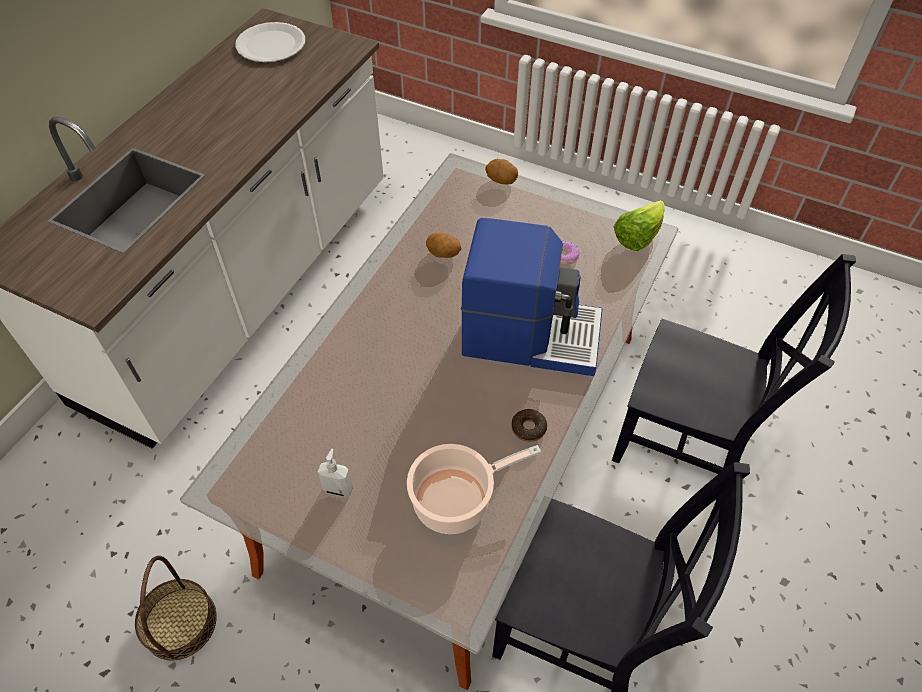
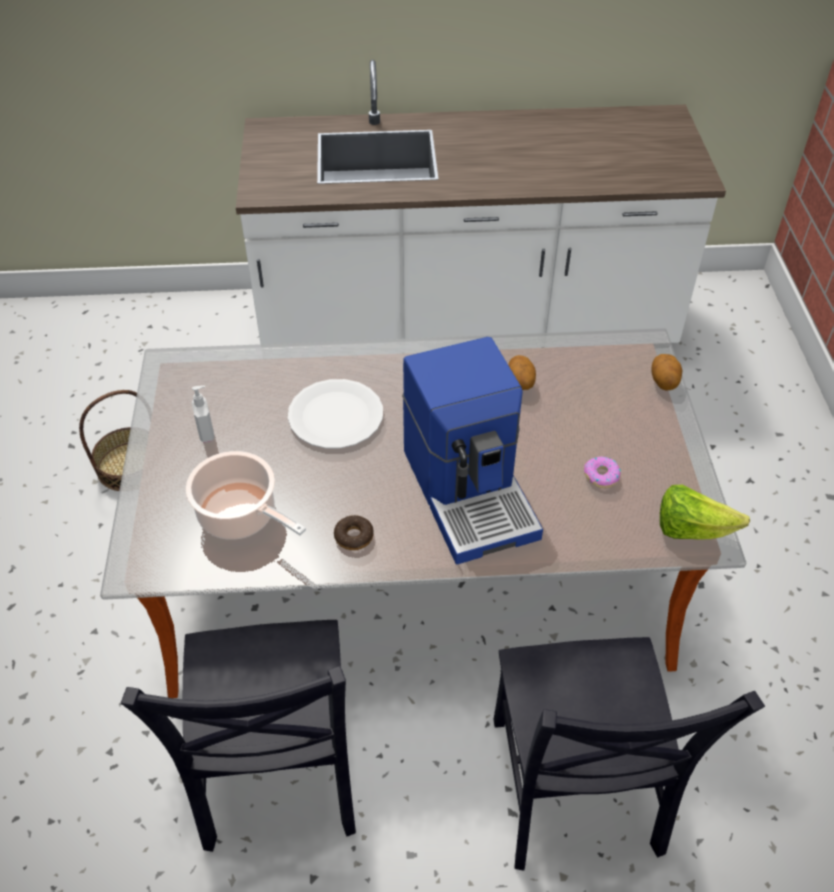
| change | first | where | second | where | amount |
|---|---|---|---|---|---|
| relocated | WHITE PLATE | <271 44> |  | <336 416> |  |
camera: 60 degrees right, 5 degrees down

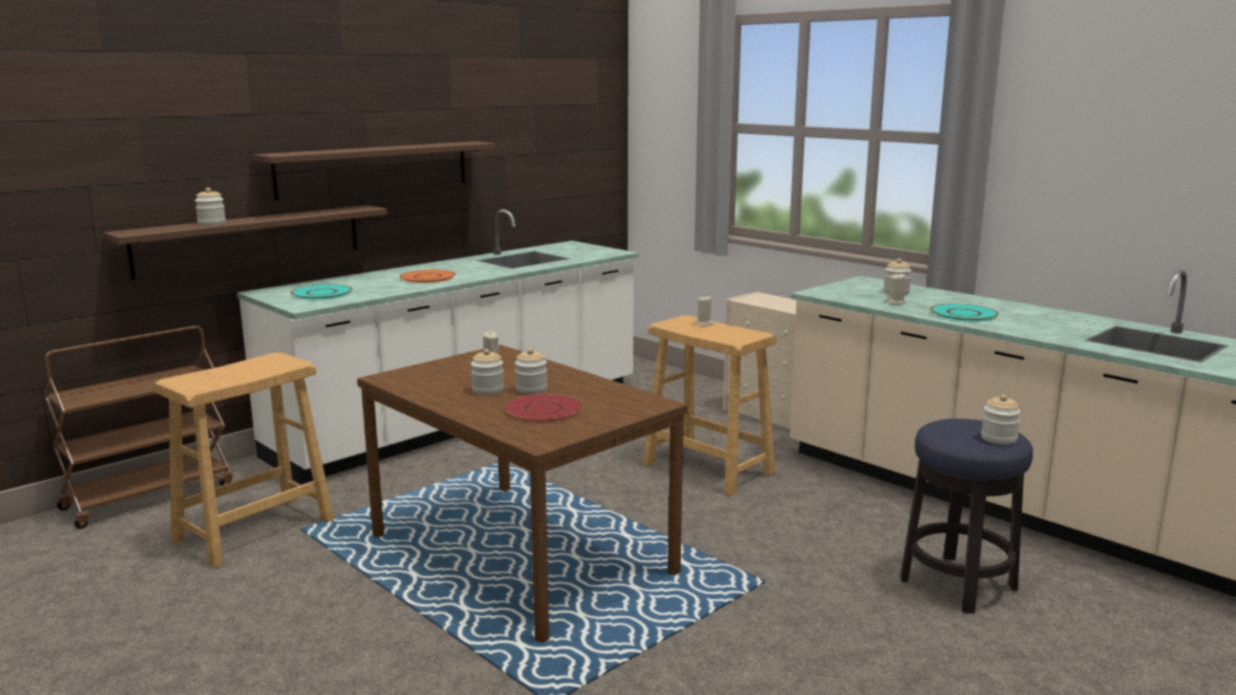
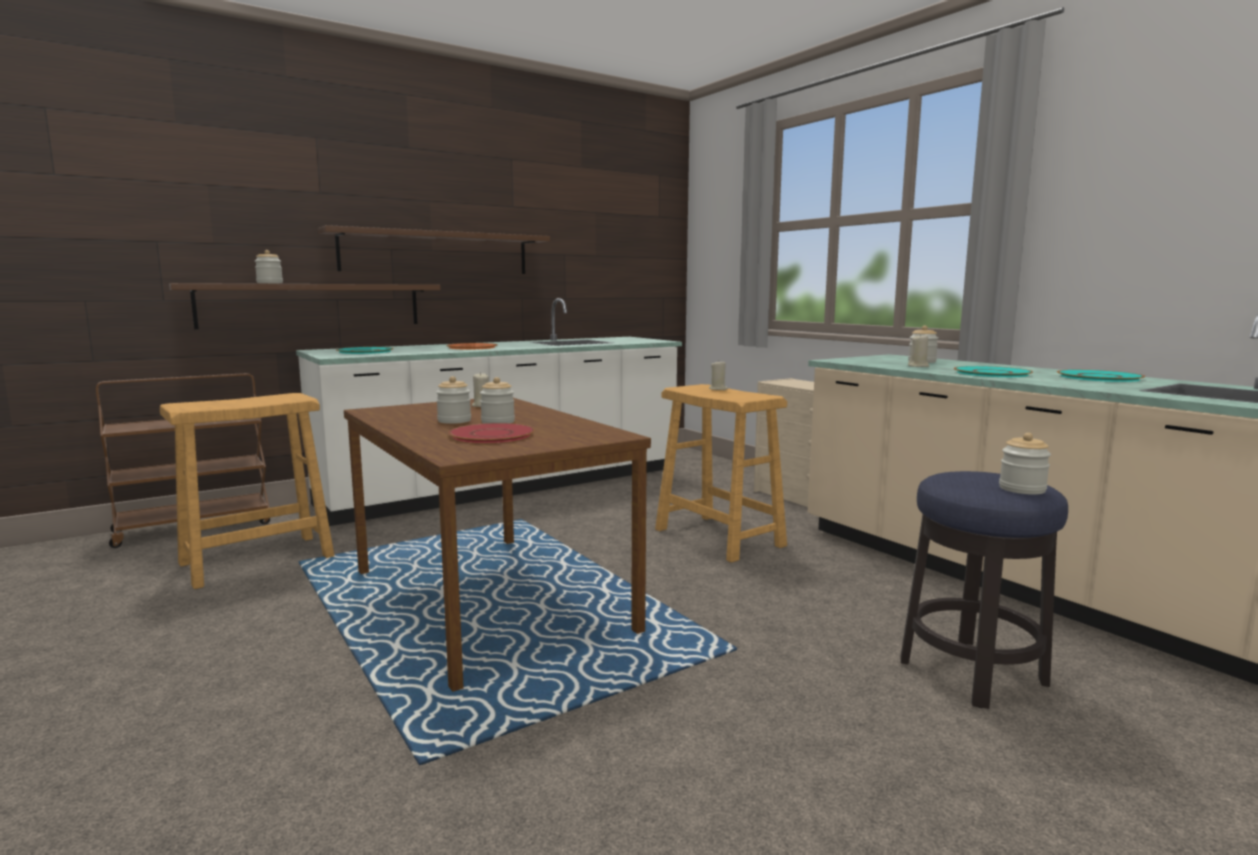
| change | first | where | second | where | amount |
|---|---|---|---|---|---|
| appeared |  |  | BLUE-GREEN PLATE | <1099 377> |  |
camera: 10 degrees right, 5 degrees down

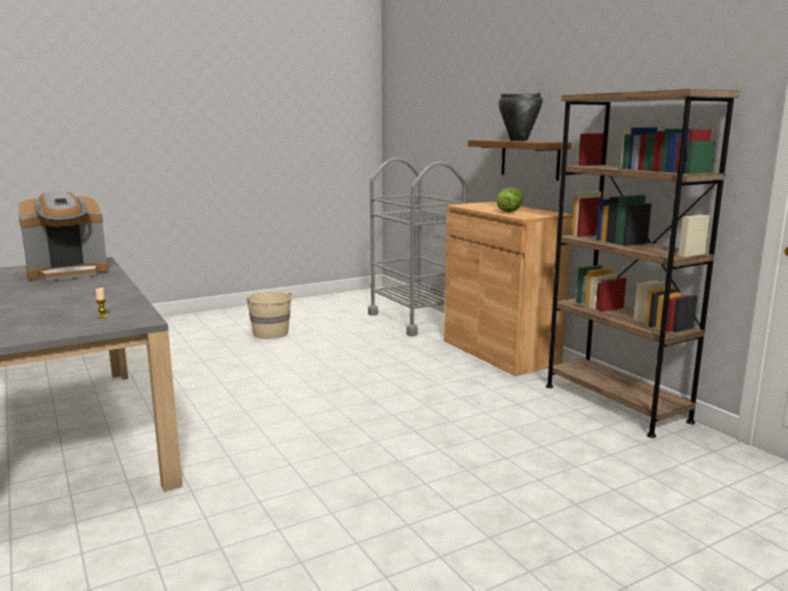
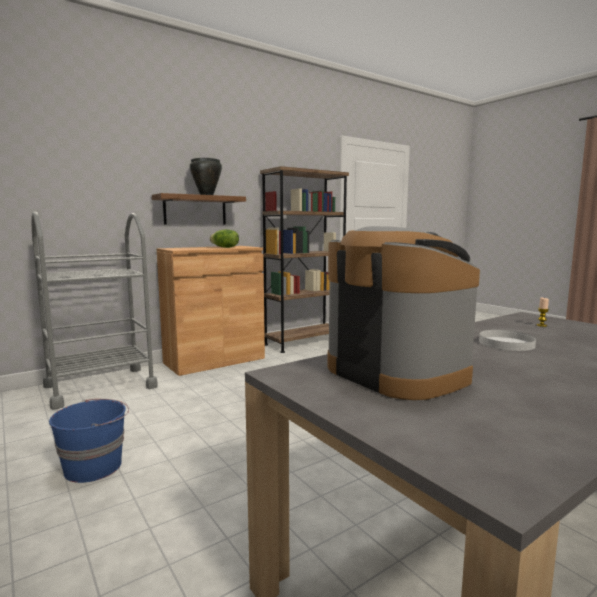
| change | first | where | second | where | amount |
|---|---|---|---|---|---|
| colour | BEIGE-COLOURED BUCKET | <271 333> | BLUE BUCKET | <94 466> |  |
| appeared |  |  | WHITE PLATE | <506 343> |  |
camera: 95 degrees left, 5 degrees down

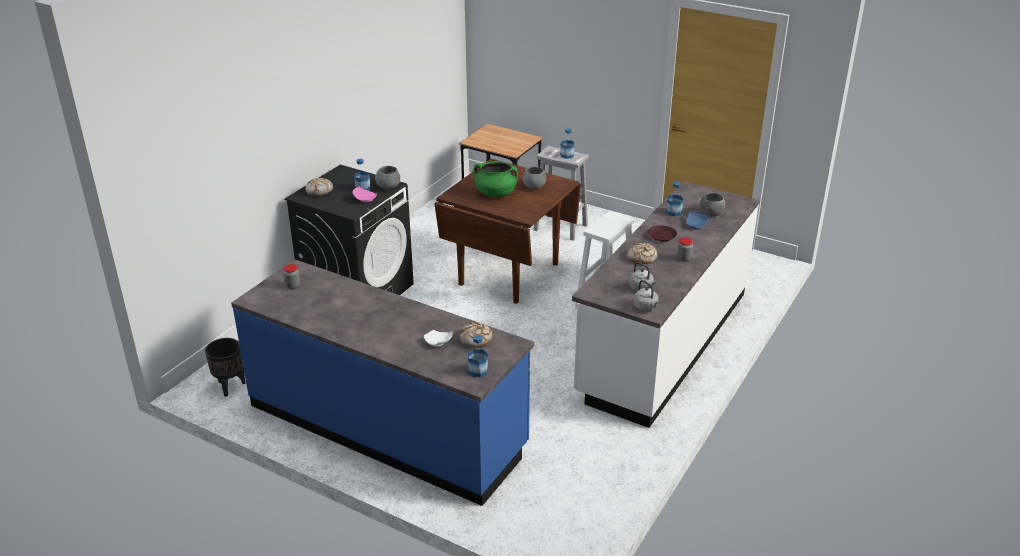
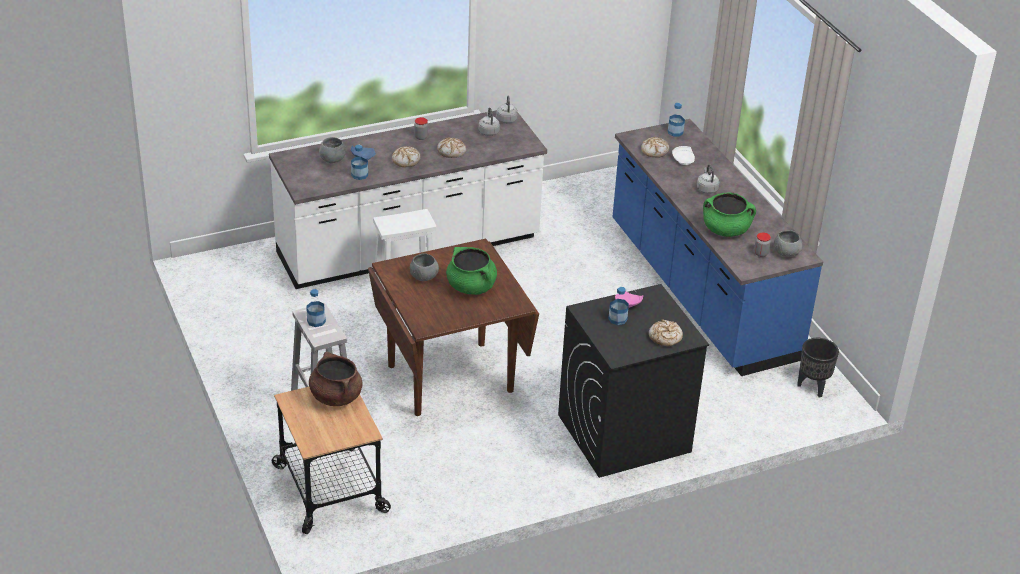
| change | first | where | second | where | amount |
|---|---|---|---|---|---|
| relocated | GRAY BOWL | <388 187> |  | <786 253> |  |
| exchanged | BROWN-COLOURED PLATE | <662 236> | BAKED BREAD | <406 160> |  |
| appeared |  |  | BROWN-COLOURED STOCKPOT | <335 396> |  |
| appeared |  |  | GRAY KETTLE | <706 189> |  |
| appeared |  |  | GREEN STOCKPOT | <726 230> |  |
camera: 145 degrees left, 5 degrees up

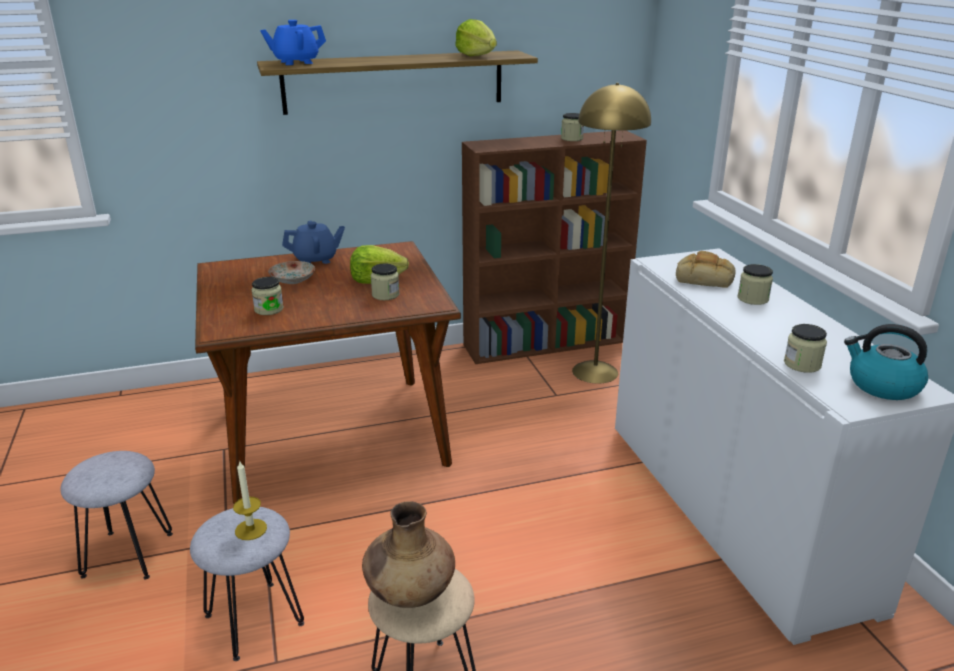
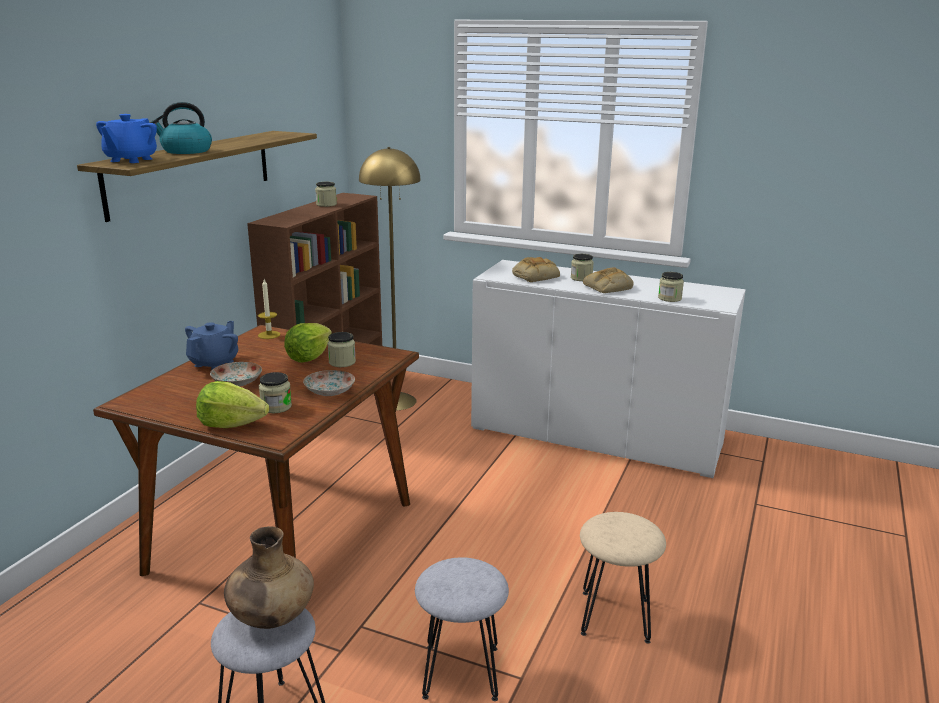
| change | first | where | second | where | amount |
|---|---|---|---|---|---|
| relocated | CANDLE | <251 529> |  | <269 335> |  |
| relocated | BROWN-COLOURED DECORATIVE VASE | <409 592> |  | <271 617> |  |
| relocated | LETTUCE HEAD | <476 56> |  | <231 424> |  |
| relocated | KETTLE | <882 385> |  | <186 151> |  |
| appeared |  |  | PLATE | <330 391> |  |
| appeared |  |  | BAKED BREAD | <607 287> |  |
camera: 50 degrees left, 5 degrees down

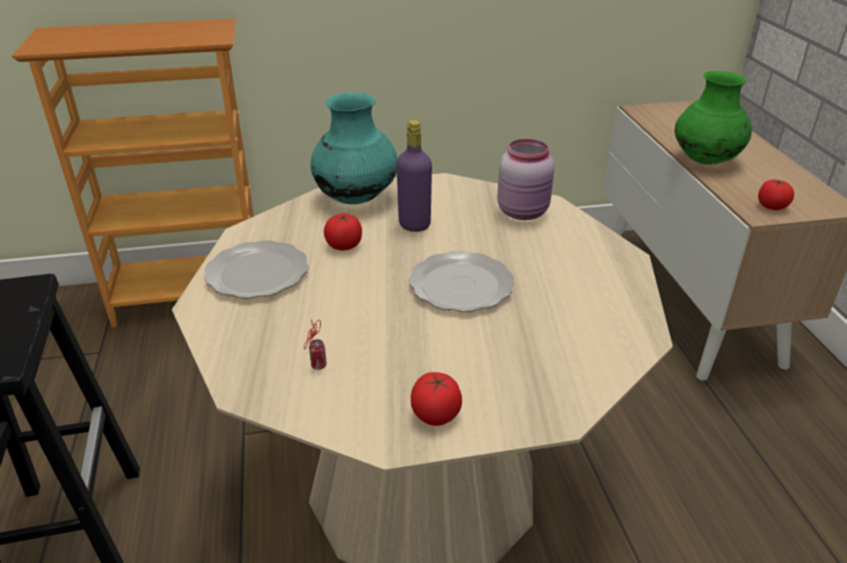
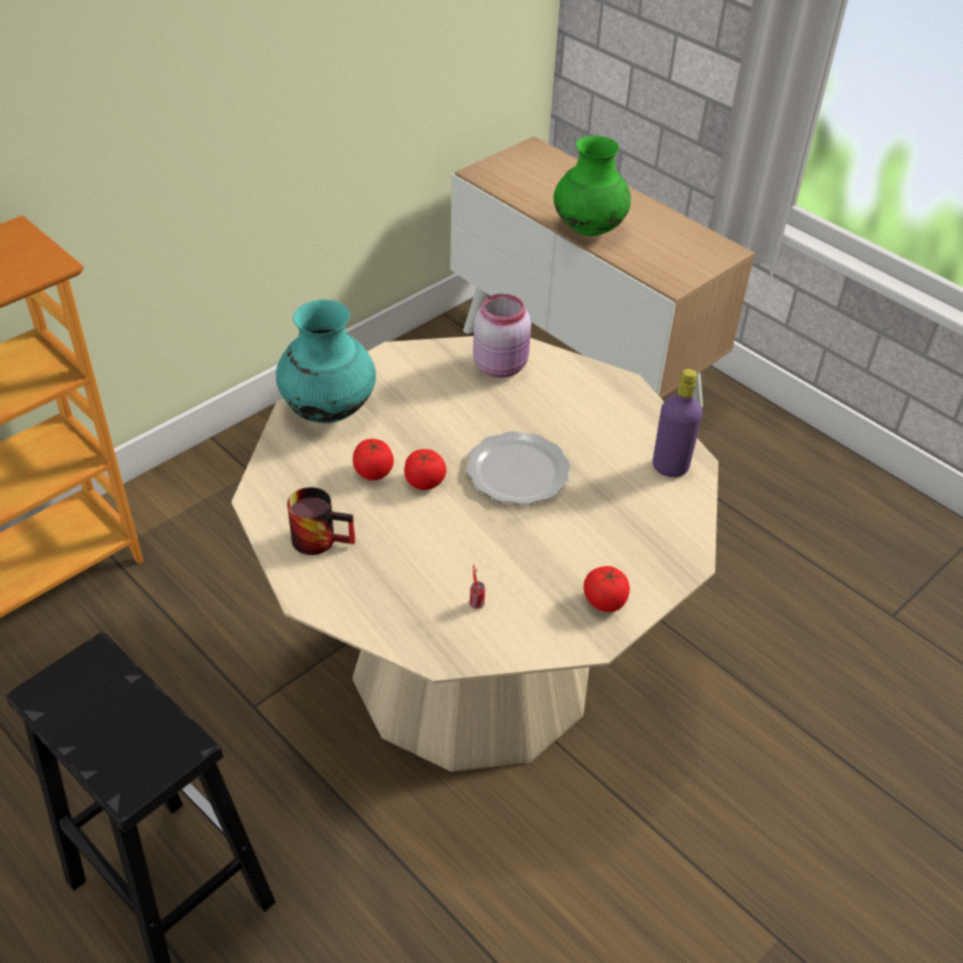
| change | first | where | second | where | amount |
|---|---|---|---|---|---|
| exchanged | PLATE | <257 272> | COFFEE MUG | <322 537> |  |
| relocated | PURPLE BOTTLE | <414 225> |  | <670 467> |  |
| relocated | TOMATO | <771 206> |  | <424 482> |  |
camera: 35 degrees left, 10 degrees up

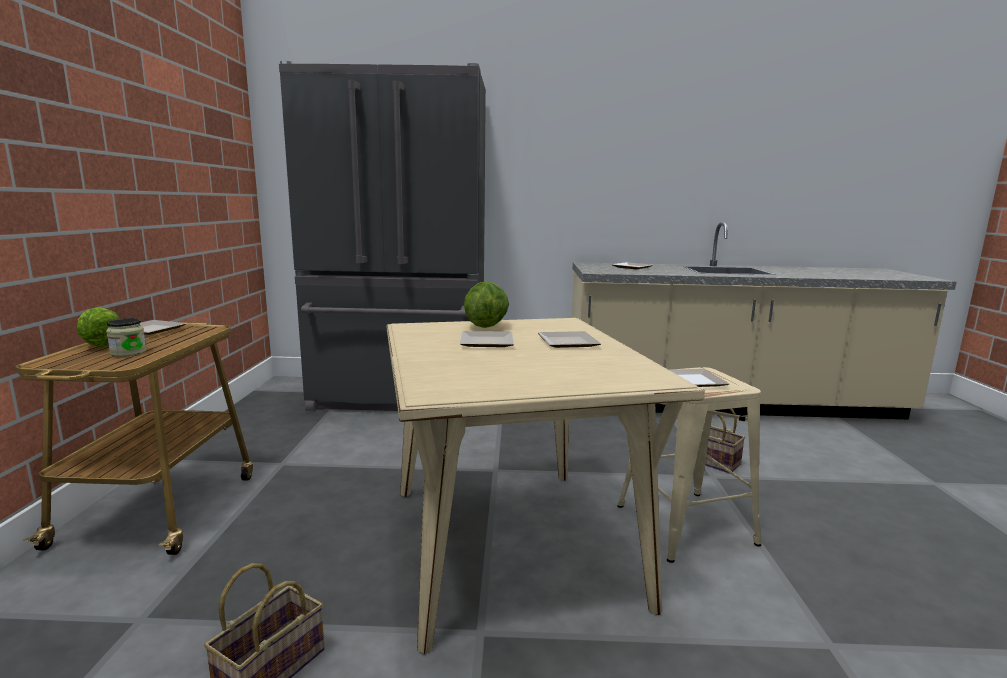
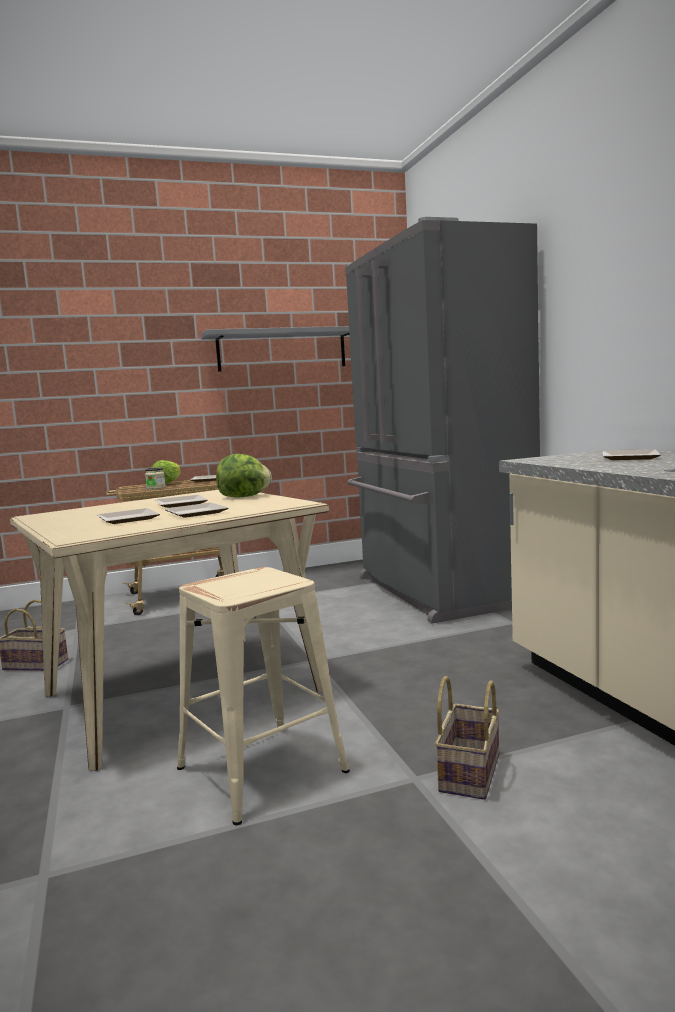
| change | first | where | second | where | amount |
|---|---|---|---|---|---|
| relocated | PLATE | <694 380> |  | <130 519> |  |
| appeared |  |  | GRAY SHELF | <282 350> |  |
camera: 70 degrees right, 5 degrees down

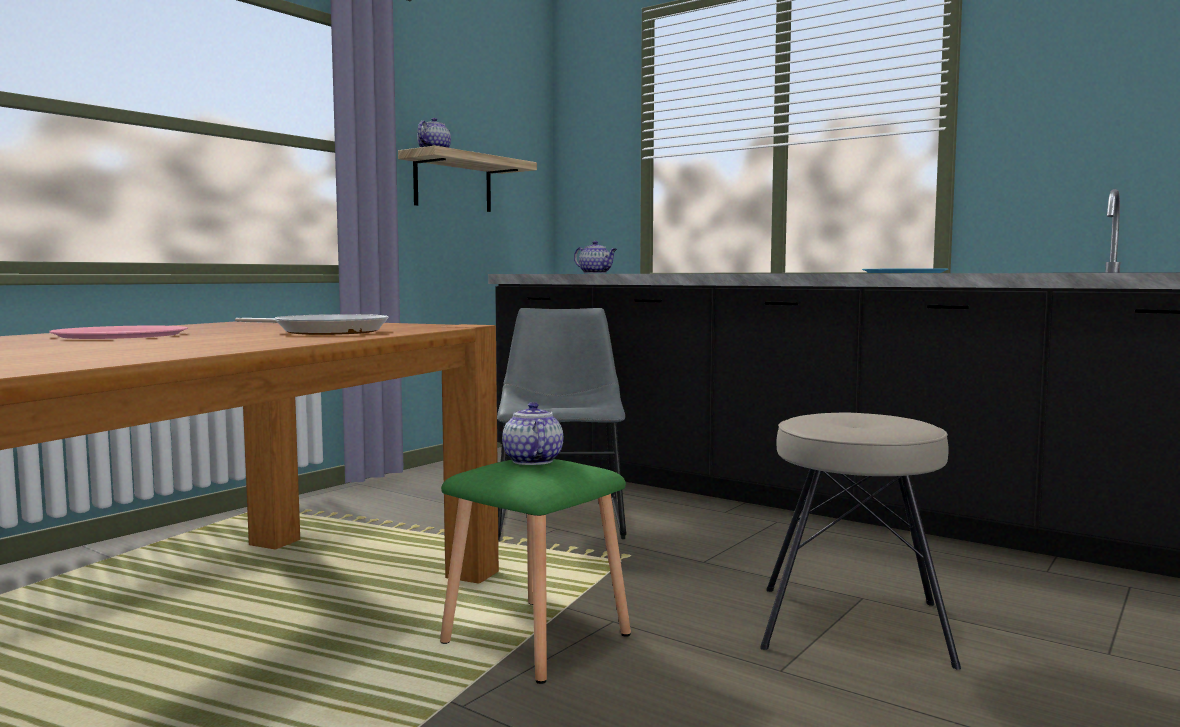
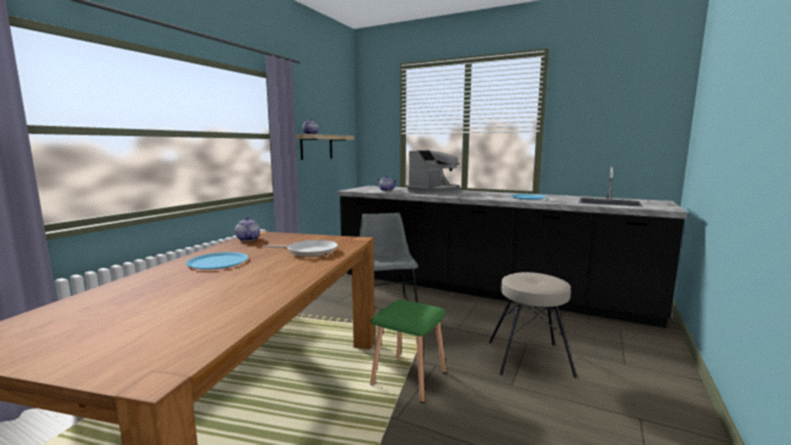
| change | first | where | second | where | amount |
|---|---|---|---|---|---|
| colour | PINK PLATE | <121 335> | BLUE PLATE | <218 262> |  |
| relocated | TEAPOT | <532 460> |  | <247 239> |  |
| appeared |  |  | COFFEE BREWER | <434 191> |  |
camera: 10 degrees left, 5 degrees up

